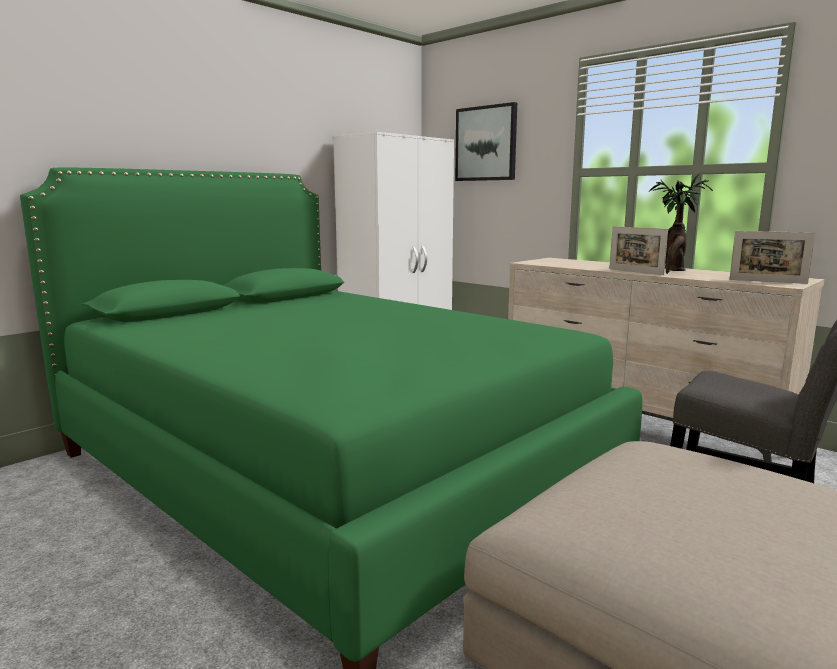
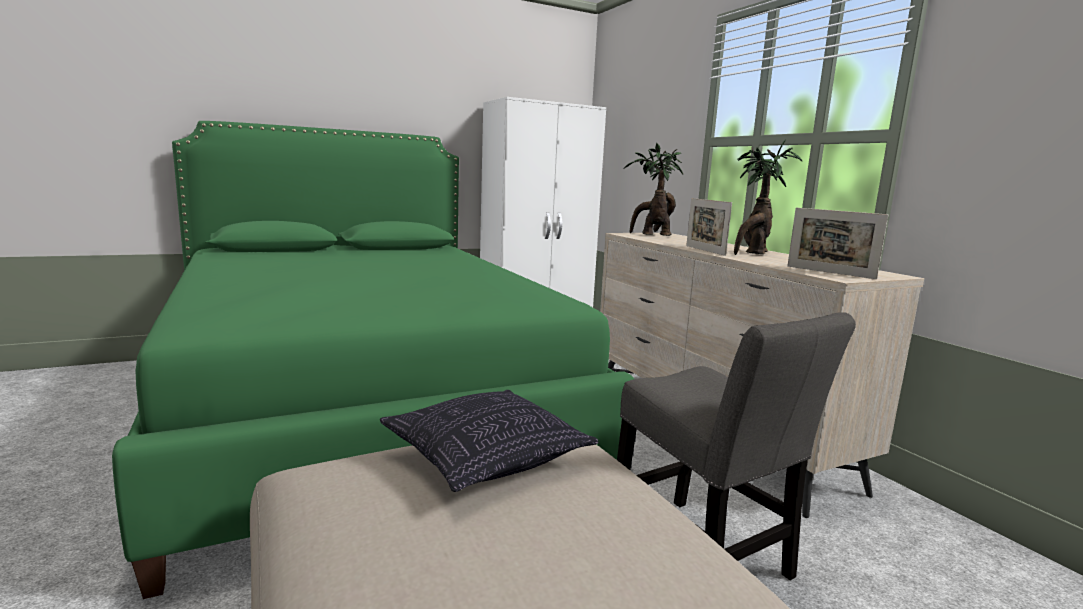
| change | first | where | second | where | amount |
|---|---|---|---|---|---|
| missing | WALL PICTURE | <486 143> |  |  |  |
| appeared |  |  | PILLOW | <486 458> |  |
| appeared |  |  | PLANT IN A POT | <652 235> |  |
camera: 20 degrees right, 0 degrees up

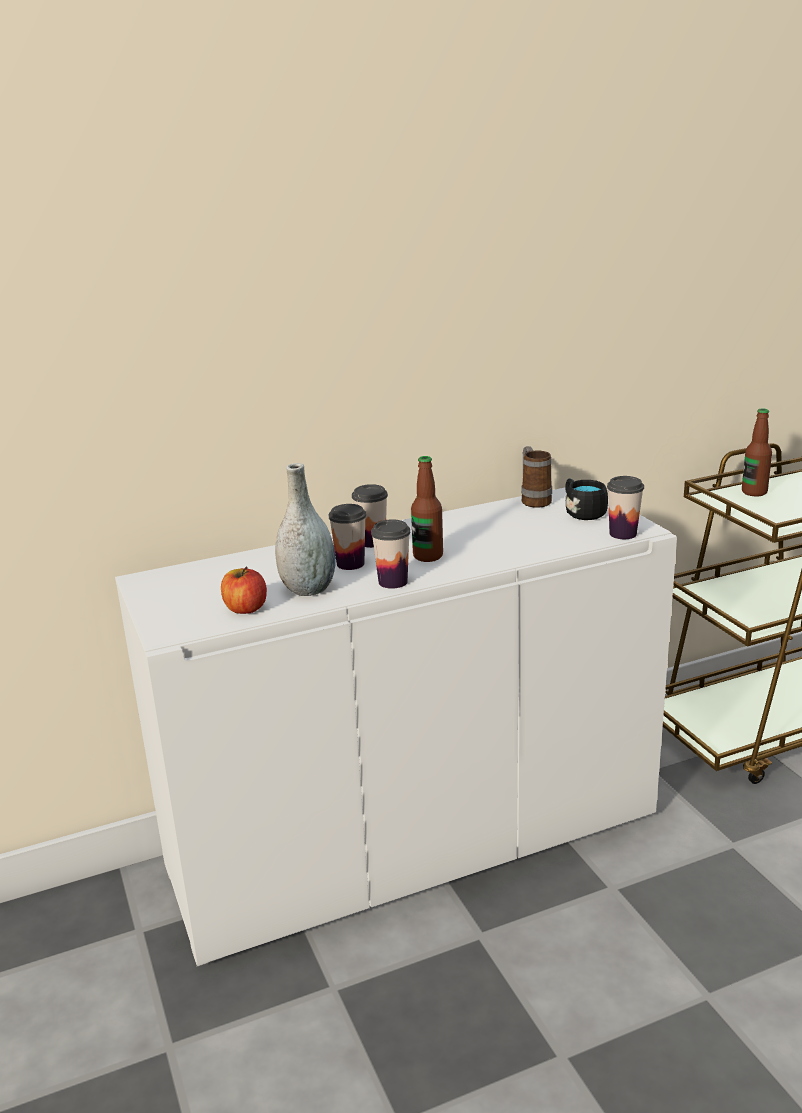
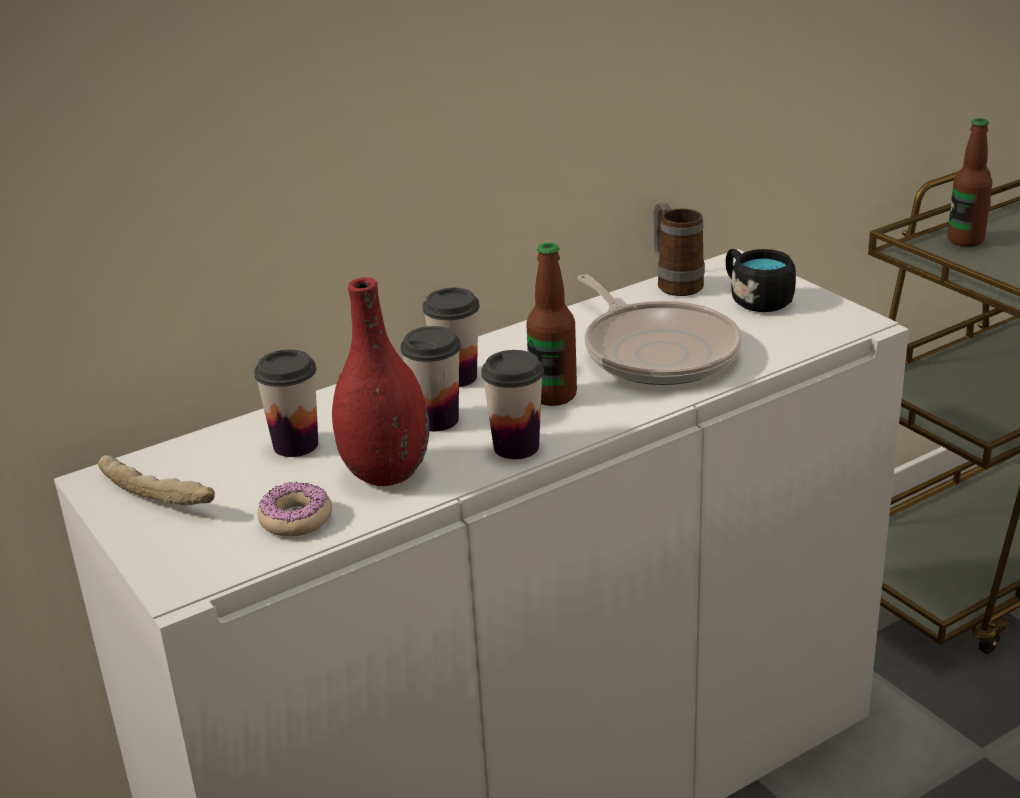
| change | first | where | second | where | amount |
|---|---|---|---|---|---|
| exchanged | APPLE FRUIT | <245 609> | RING DOUGHNUT | <296 519> |  |
| colour | GRAY DECORATIVE VASE | <308 589> | RED DECORATIVE VASE | <386 473> |  |
| relocated | CUP | <623 534> |  | <295 445> |  |
| appeared |  |  | BAKED BREAD | <157 494> |  |
| appeared |  |  | FRYING PAN | <657 351> |  |
camera: 10 degrees left, 5 degrees up

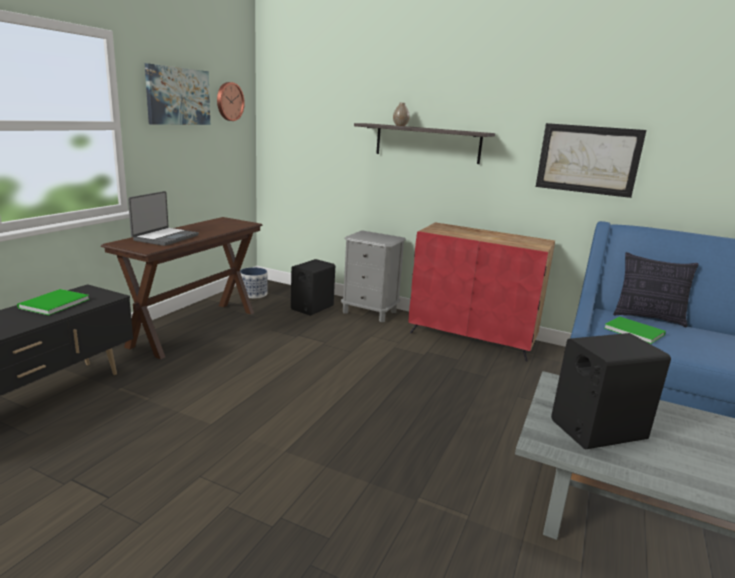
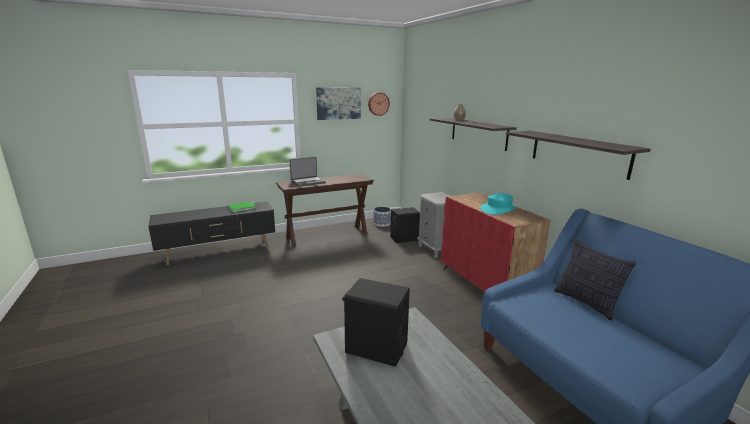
| change | first | where | second | where | amount |
|---|---|---|---|---|---|
| exchanged | WALL PICTURE | <588 159> | SHELF | <578 153> |  |
| missing | GREEN BOUND BOOK | <633 330> |  |  |  |
| appeared |  |  | BLUE-GREEN HAT | <499 209> |  |
camera: 40 degrees right, 0 degrees up

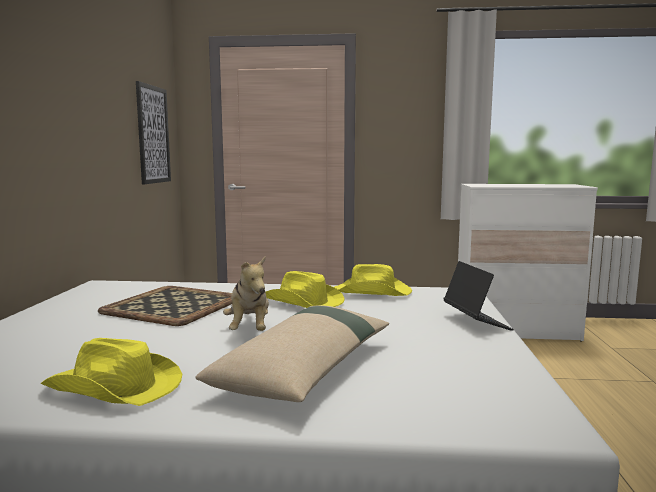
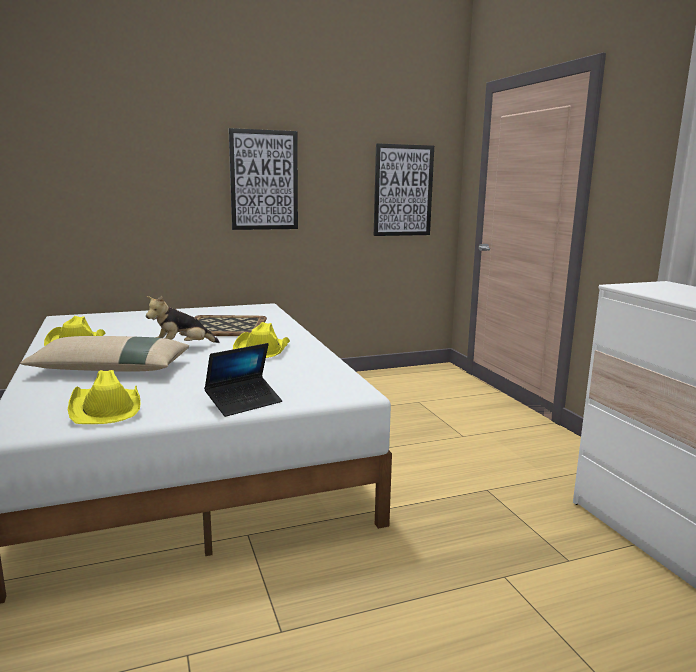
| change | first | where | second | where | amount |
|---|---|---|---|---|---|
| relocated | YELLOW-COLOURED HAT | <372 292> |  | <106 408> |  |
| appeared |  |  | WALL PICTURE | <264 180> |  |
camera: 65 degrees right, 5 degrees up

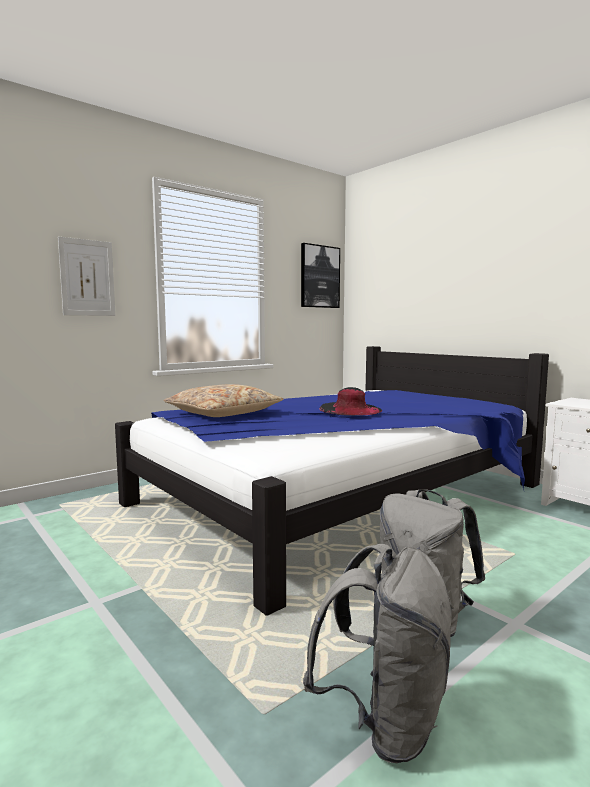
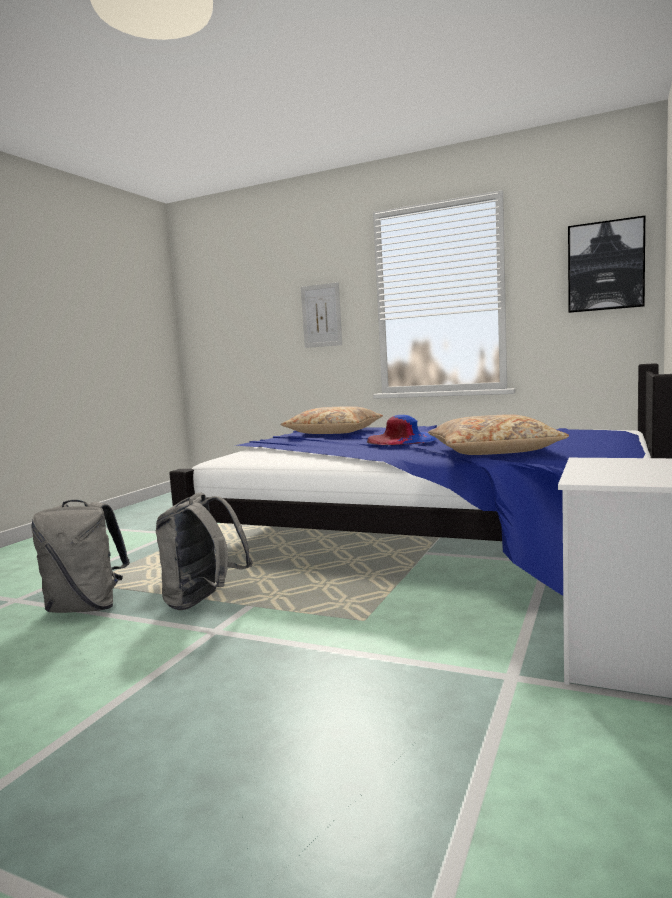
| change | first | where | second | where | amount |
|---|---|---|---|---|---|
| colour | BLACK-COLOURED HAT | <350 409> | BLUE HAT | <401 439> |  |
| appeared |  |  | BEIGE-COLOURED PILLOW | <492 451> |  |
camera: 65 degrees right, 0 degrees up

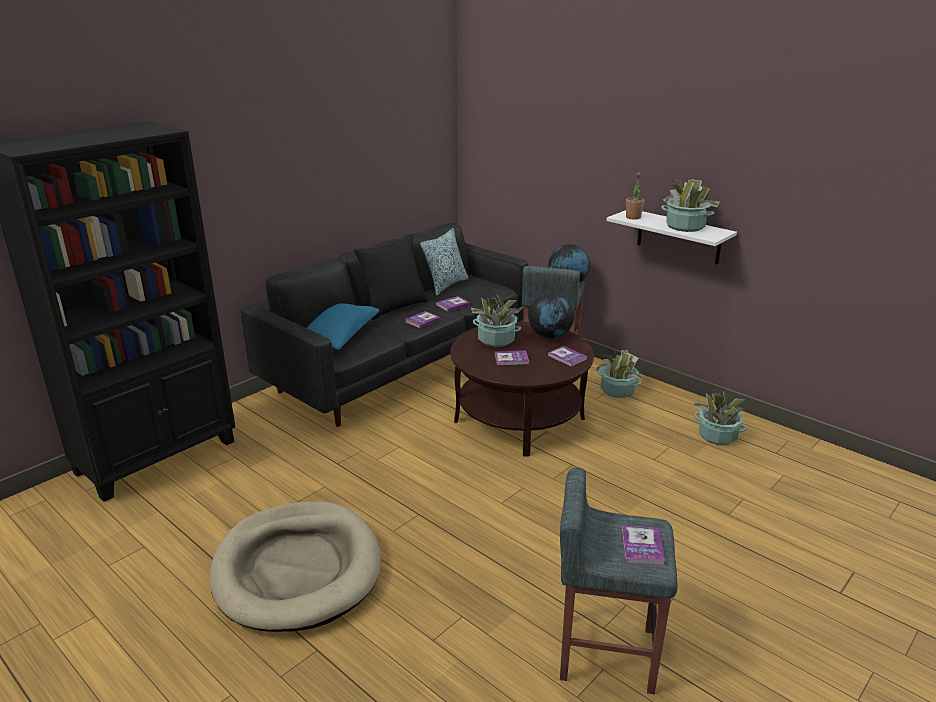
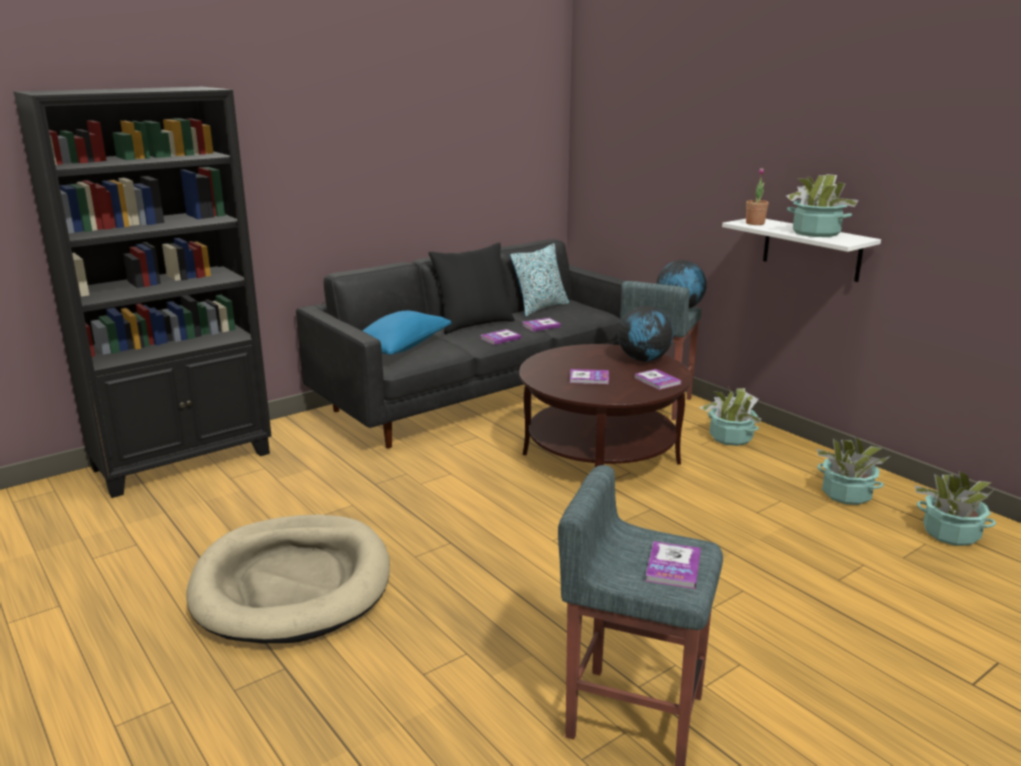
| change | first | where | second | where | amount |
|---|---|---|---|---|---|
| relocated | PLANT IN A POT | <496 340> |  | <951 534> |  |
camera: 10 degrees right, 5 degrees down

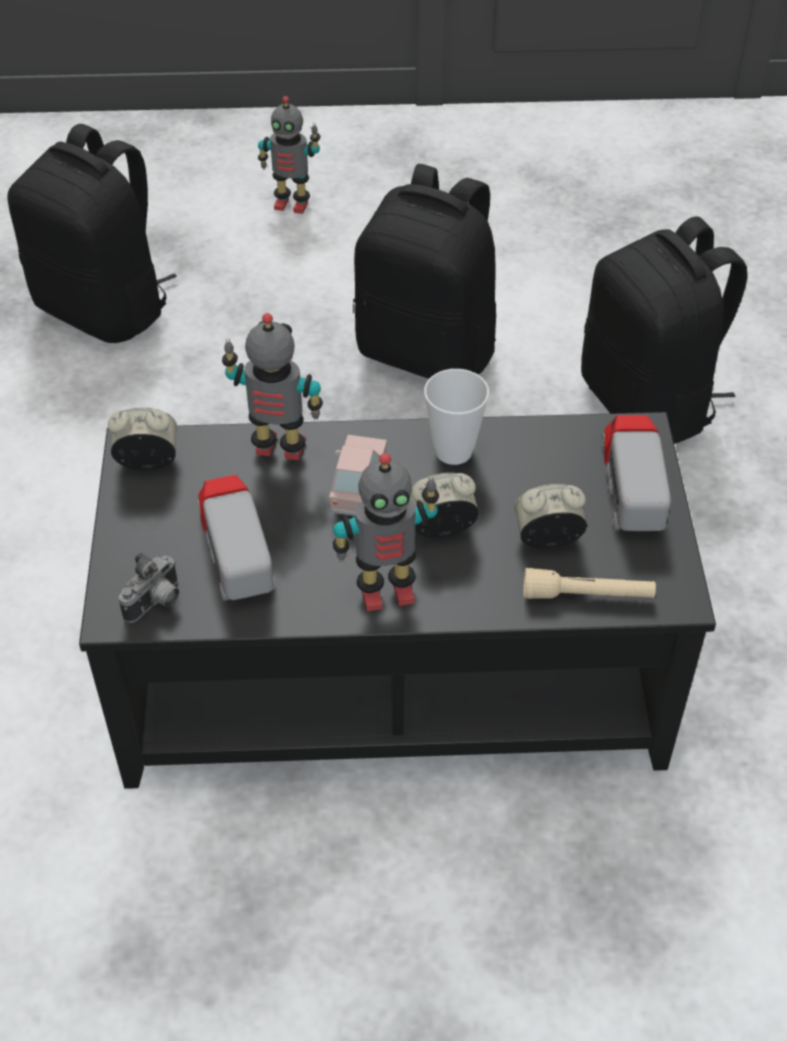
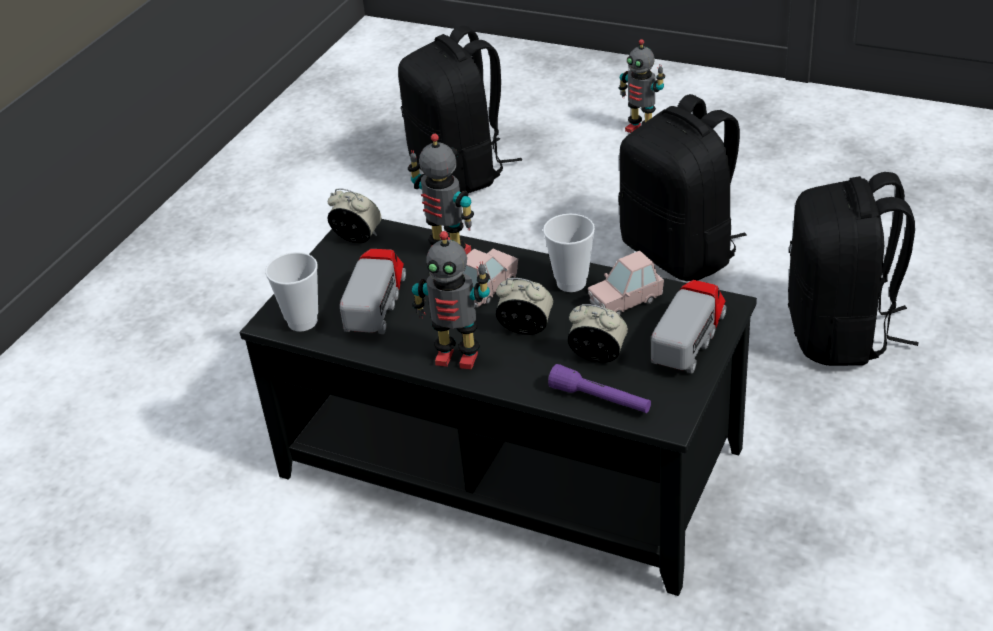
| change | first | where | second | where | amount |
|---|---|---|---|---|---|
| exchanged | PHOTO CAMERA | <156 603> | CUP | <302 322> |  |
| colour | BEIGE-COLOURED TORCH | <587 595> | PURPLE TORCH | <600 400> |  |
| appeared |  |  | PINK MINIATURE CAR | <625 301> |  |
camera: 30 degrees right, 10 degrees down

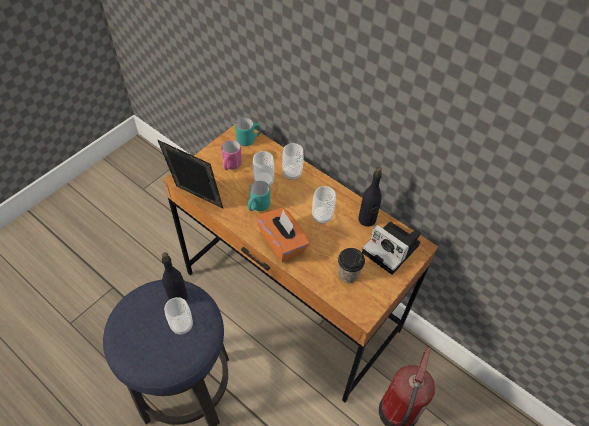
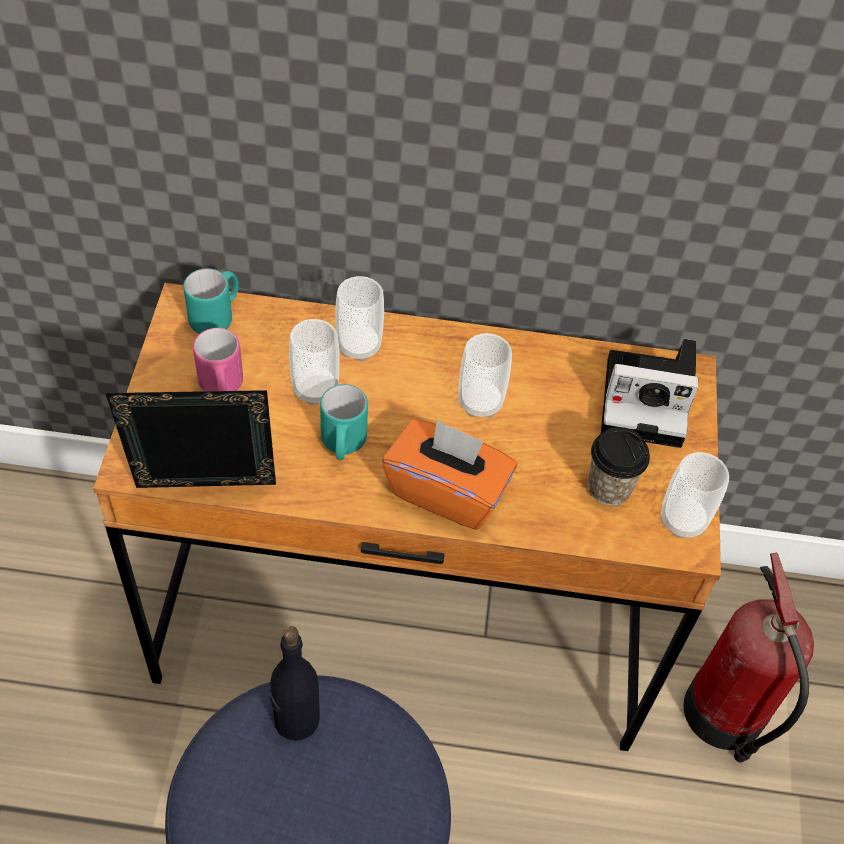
| change | first | where | second | where | amount |
|---|---|---|---|---|---|
| relocated | CUP | <182 325> |  | <683 520> |  |
| missing | BLACK-COLOURED BOTTLE | <367 219> |  |  |  |
camera: 35 degrees left, 0 degrees up

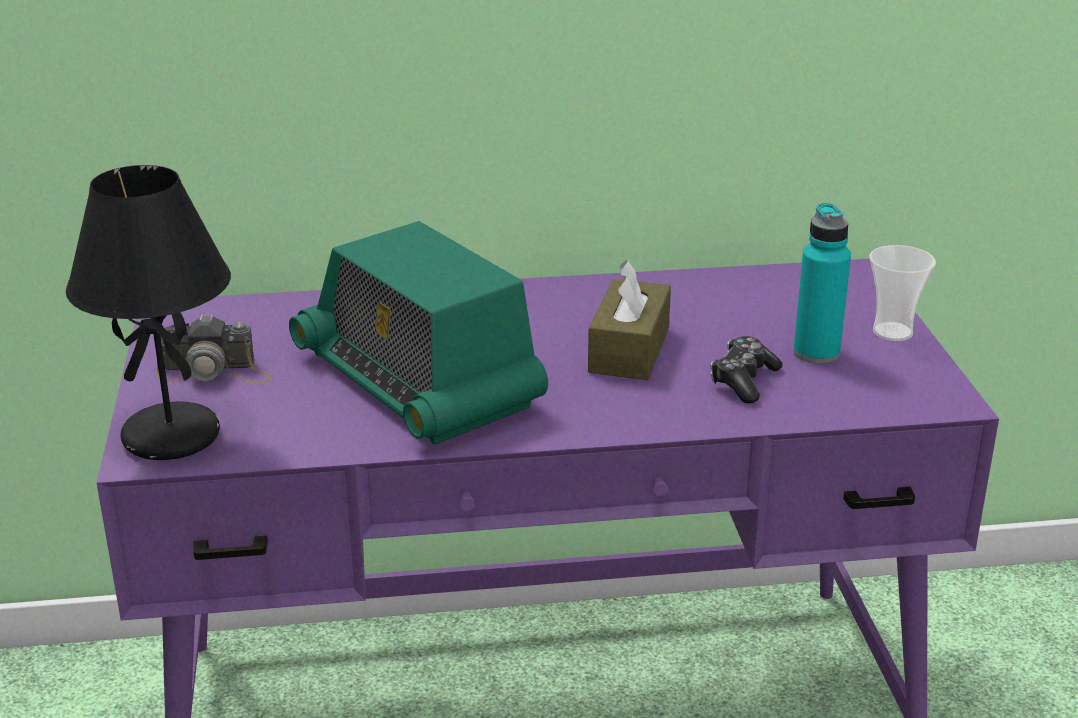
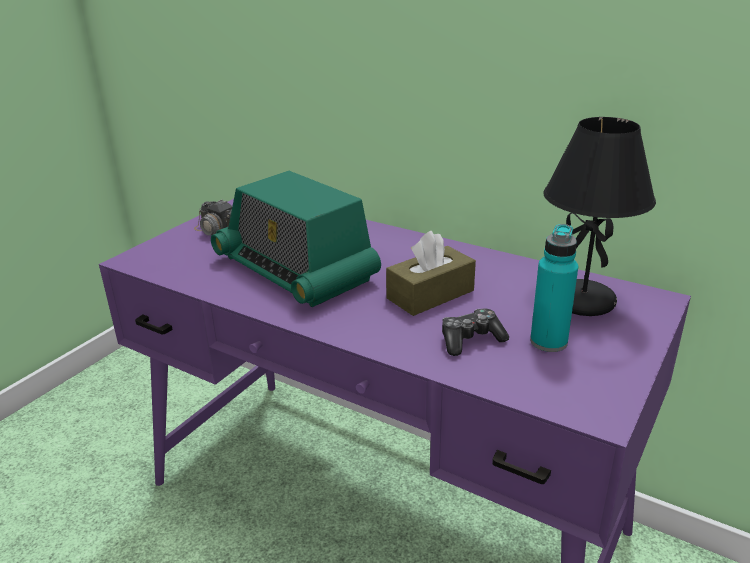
| change | first | where | second | where | amount |
|---|---|---|---|---|---|
| relocated | BLACK-COLOURED TABLETOP LAMP | <173 435> |  | <584 301> |  |
| spun | RADIO | <417 381> |  | <295 269> | 45 degrees counterclockwise |
| missing | CUP | <892 332> |  |  |  |
camera: 40 degrees right, 0 degrees up

